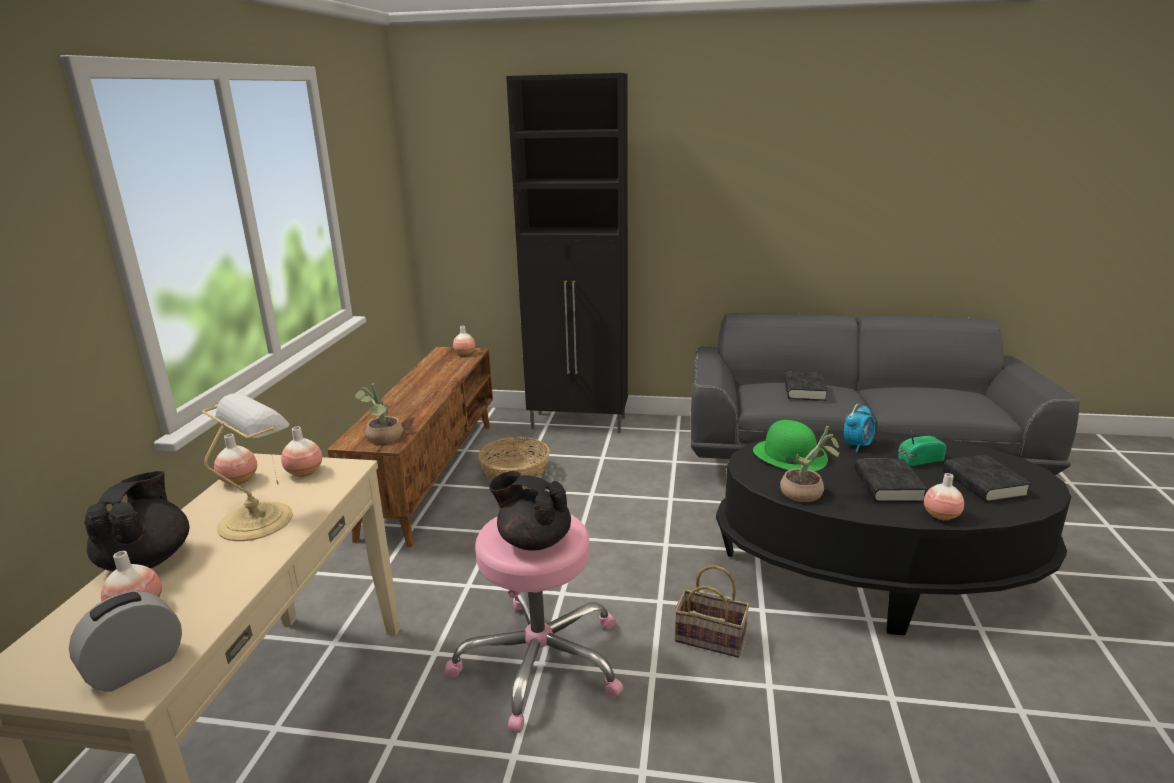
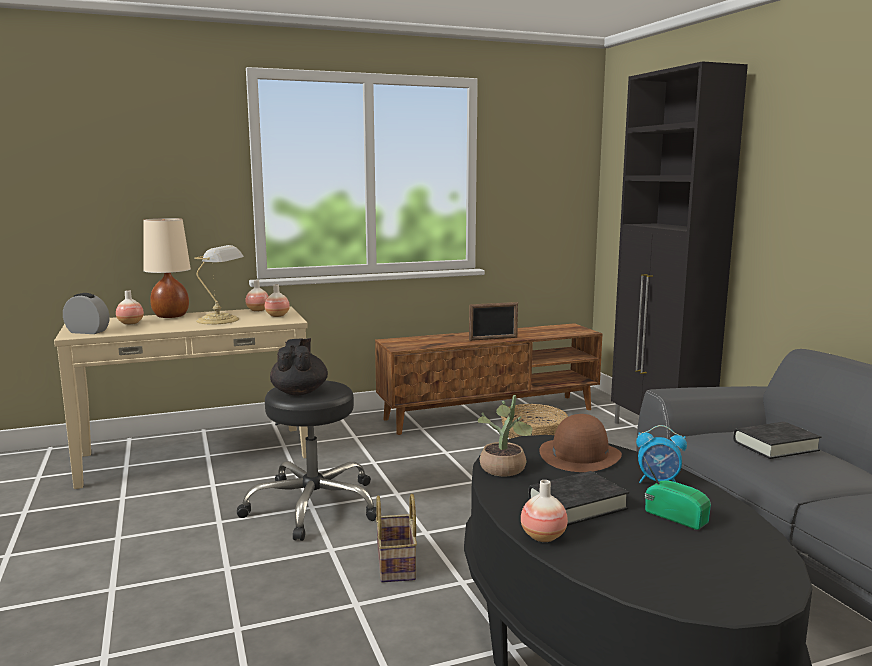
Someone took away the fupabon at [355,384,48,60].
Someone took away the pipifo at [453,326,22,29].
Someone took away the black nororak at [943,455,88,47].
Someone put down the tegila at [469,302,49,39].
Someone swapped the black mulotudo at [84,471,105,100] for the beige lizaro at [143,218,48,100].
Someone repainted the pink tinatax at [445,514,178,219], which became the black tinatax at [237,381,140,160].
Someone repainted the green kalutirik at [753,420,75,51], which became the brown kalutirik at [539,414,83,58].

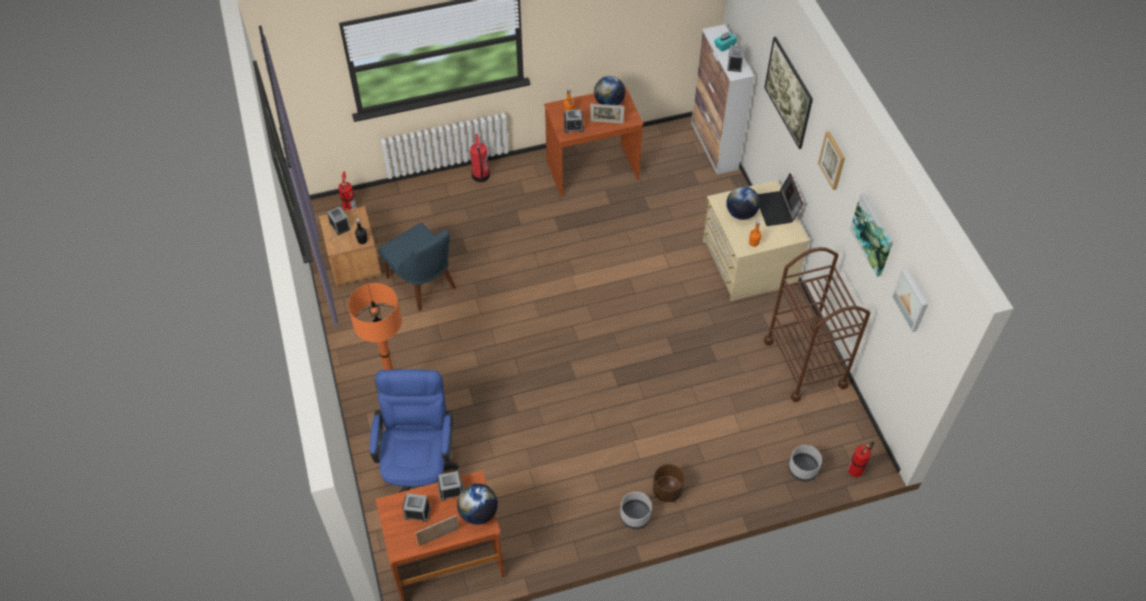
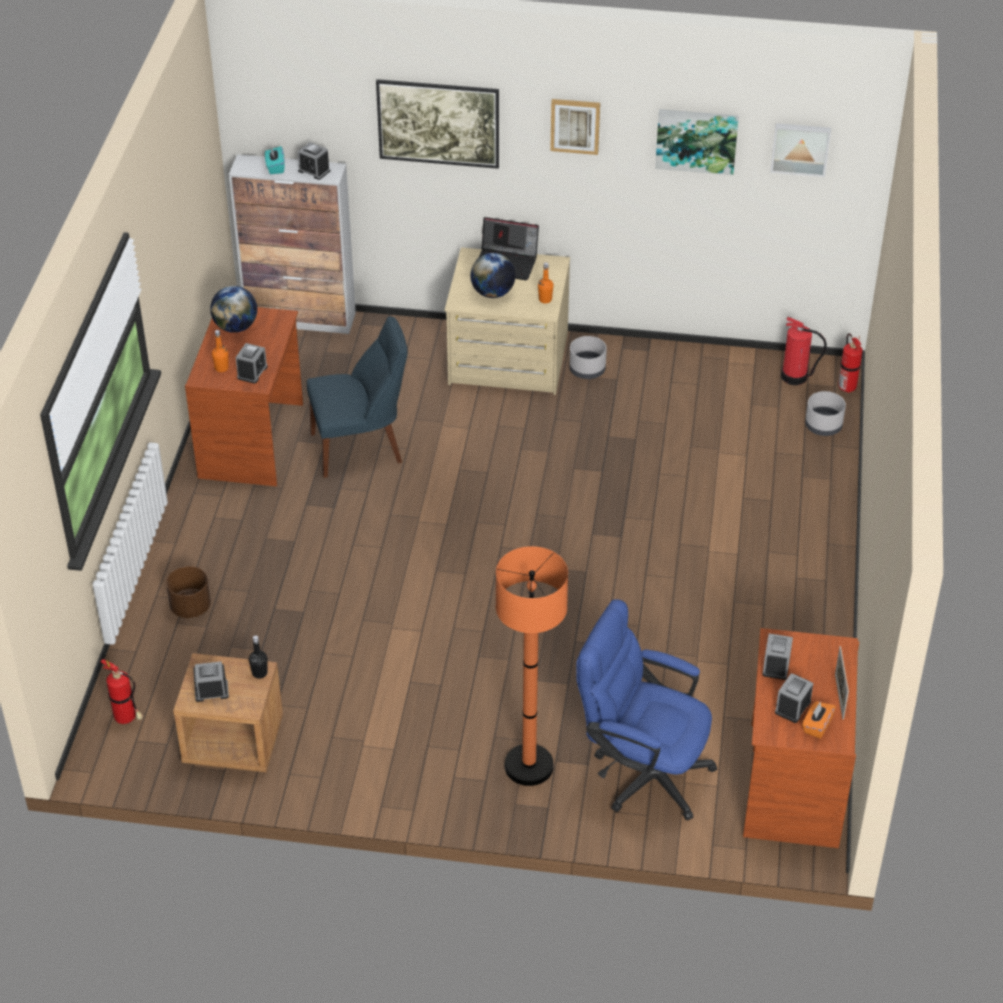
Someone took away the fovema at [457,484,41,41].
Someone took away the tegila at [590,104,34,19].
Someone took away the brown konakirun at [764,247,106,155].
Someone put down the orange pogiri at [802,701,34,38].
Someone carried the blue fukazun from [379,223,77,88] to [307,317,101,161].
Someone carried the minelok from [470,134,20,48] to [781,316,46,69].
Someone carried the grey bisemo from [620,492,32,37] to [569,336,38,43].
Someone carried the brown bisemo from [653,464,32,38] to [166,566,45,52].

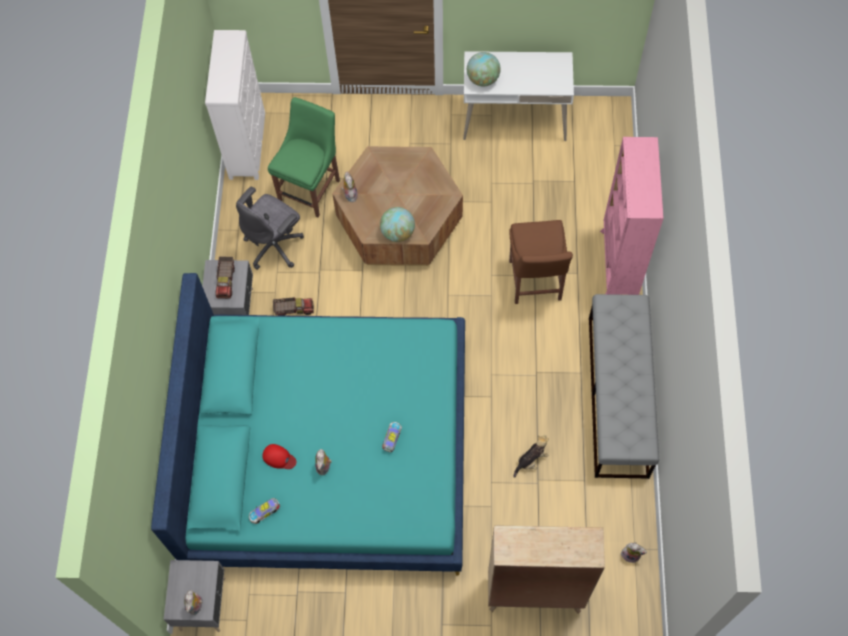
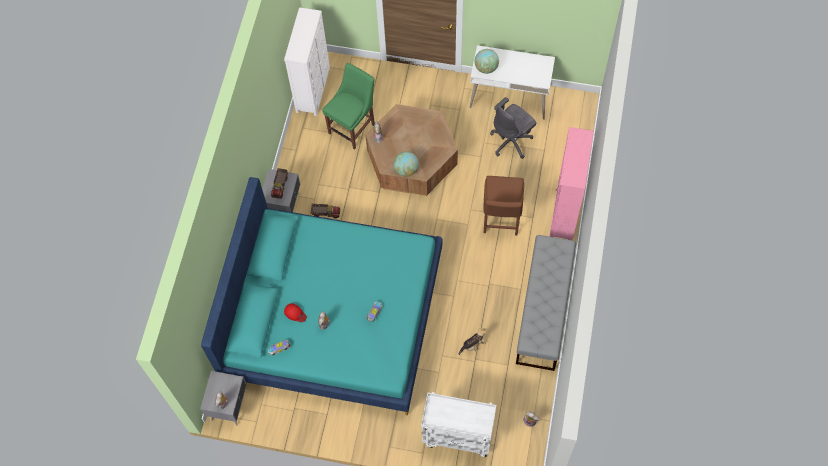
Someone carried the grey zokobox from [236,187,68,83] to [490,97,46,62].
Someone swapped the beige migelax at [488,525,117,89] for the white konakirun at [421,392,75,65].

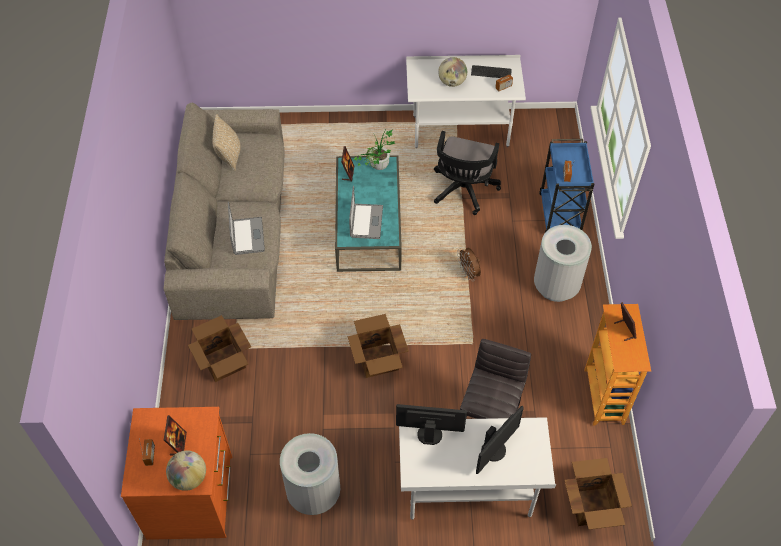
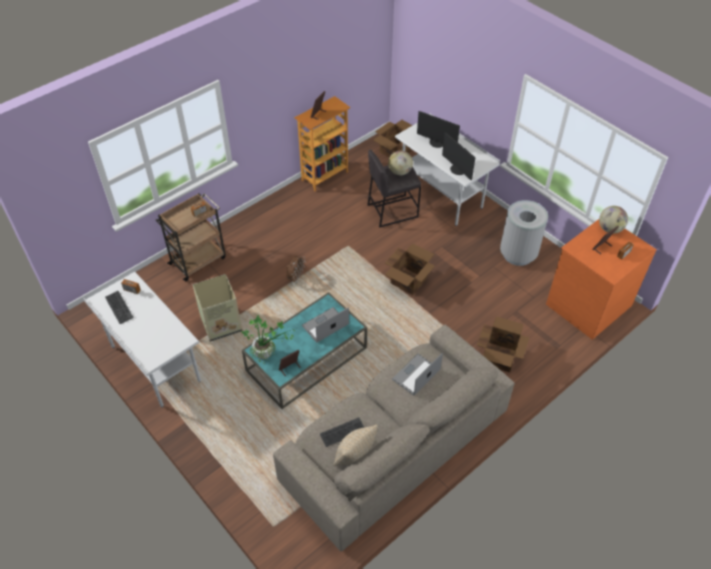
Someone took away the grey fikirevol at [534,225,58,77].
Someone put down the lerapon at [320,418,44,29].
Someone carried the fovema from [438,57,29,30] to [388,151,25,24].
Someone swapped the black zokobox at [434,131,67,84] for the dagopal at [193,274,49,68].
Someone repainted the blue konakirun at [540,139,54,93], which became the brown konakirun at [155,193,71,88].
Someone rotated the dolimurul at [476,406,48,68] by 150 degrees counterclockwise.

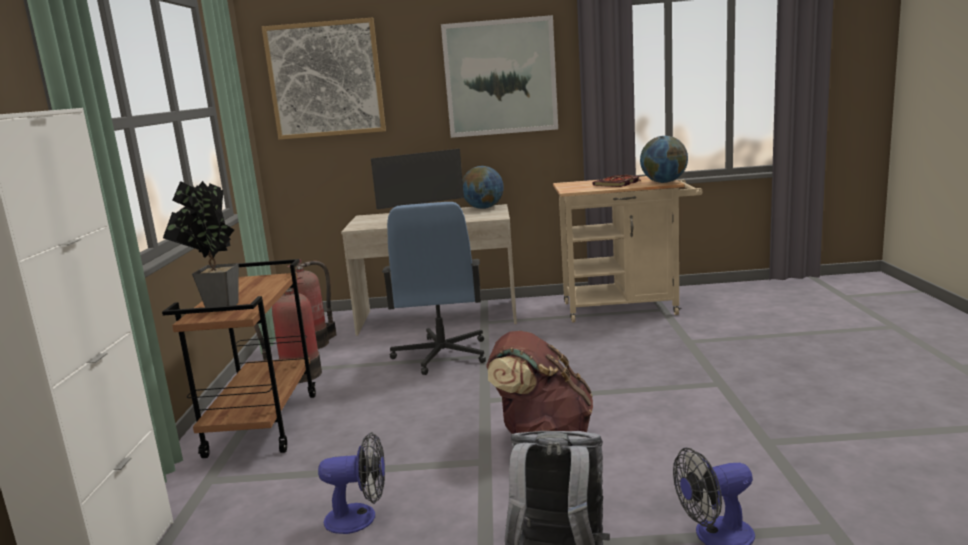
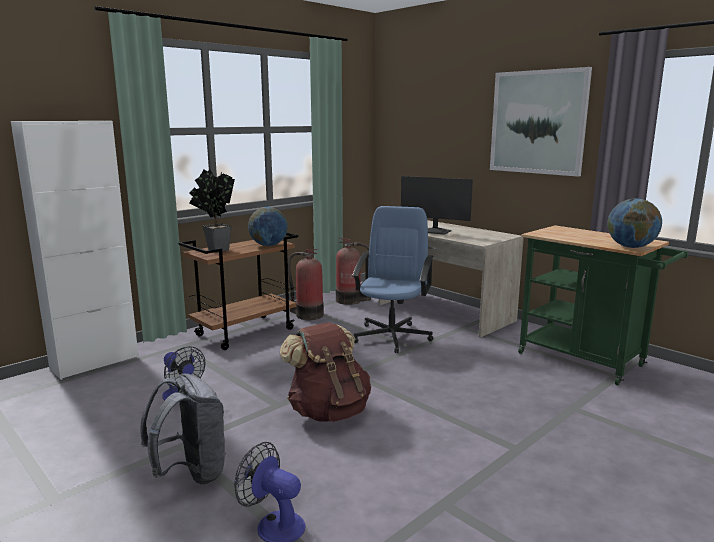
Someone took away the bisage at [262,17,124,123].
Someone took away the nororak at [593,175,48,12].
Someone carried the fovema from [462,166,42,43] to [248,207,40,39].
Someone repainted the beige konakirun at [553,176,150,147], which became the green konakirun at [518,225,170,160].
Someone rotated the blue zokobox at [382,202,104,173] by 150 degrees clockwise.

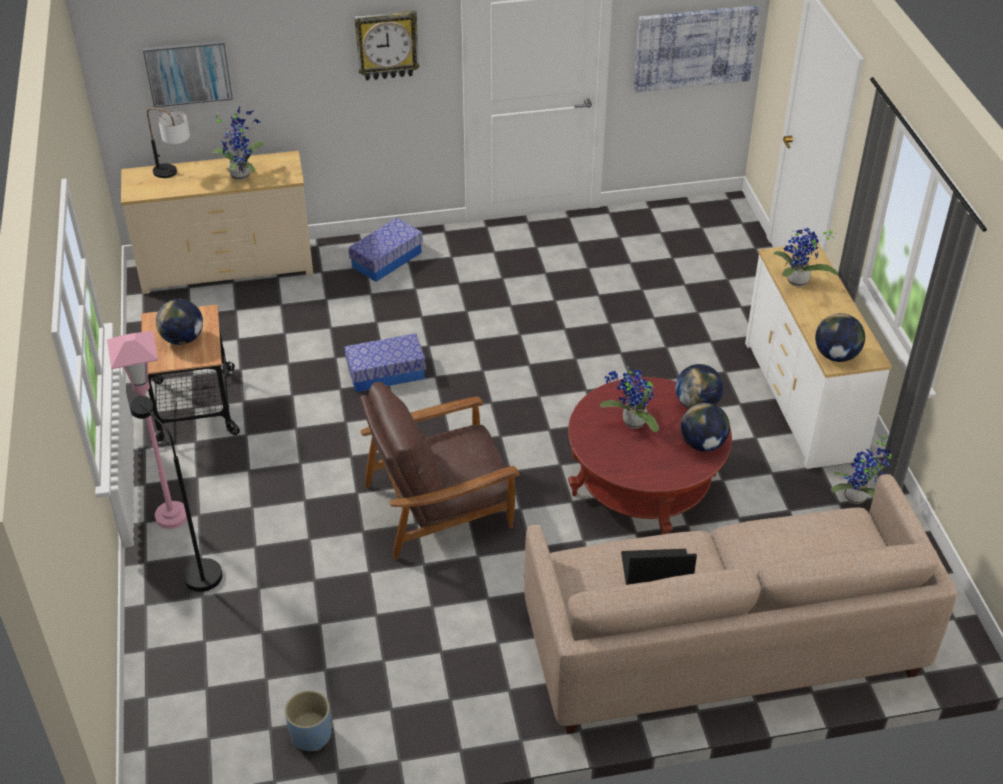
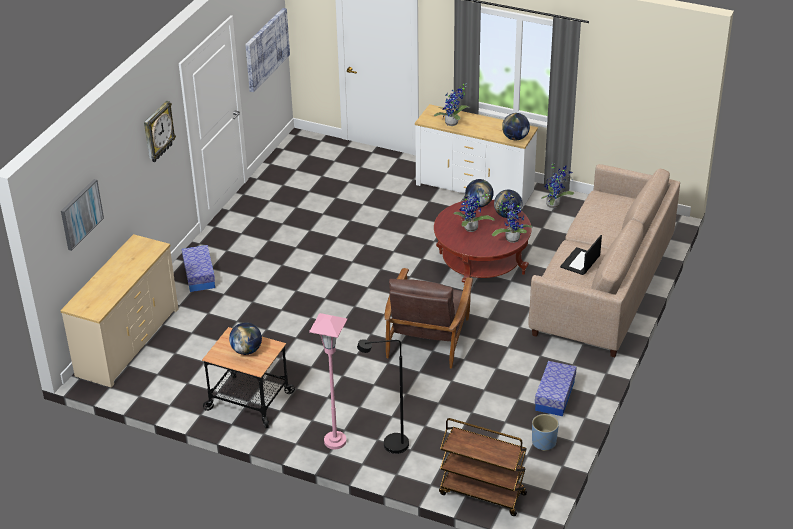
Someone took away the lizaro at [147,108,43,70].
Someone put down the brown konakirun at [439,418,88,98].
Someone carried the fupabon from [211,107,54,73] to [492,193,41,50].
Someone carried the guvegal from [344,333,82,59] to [535,361,42,55].

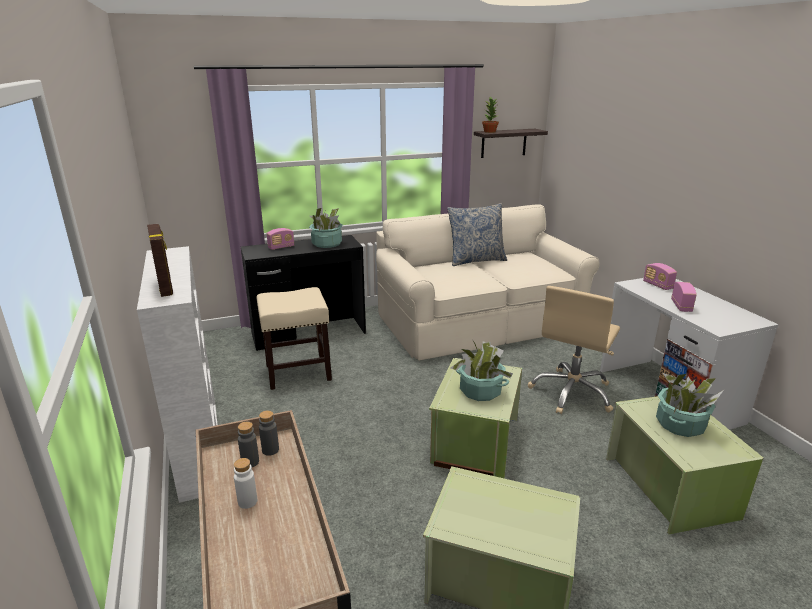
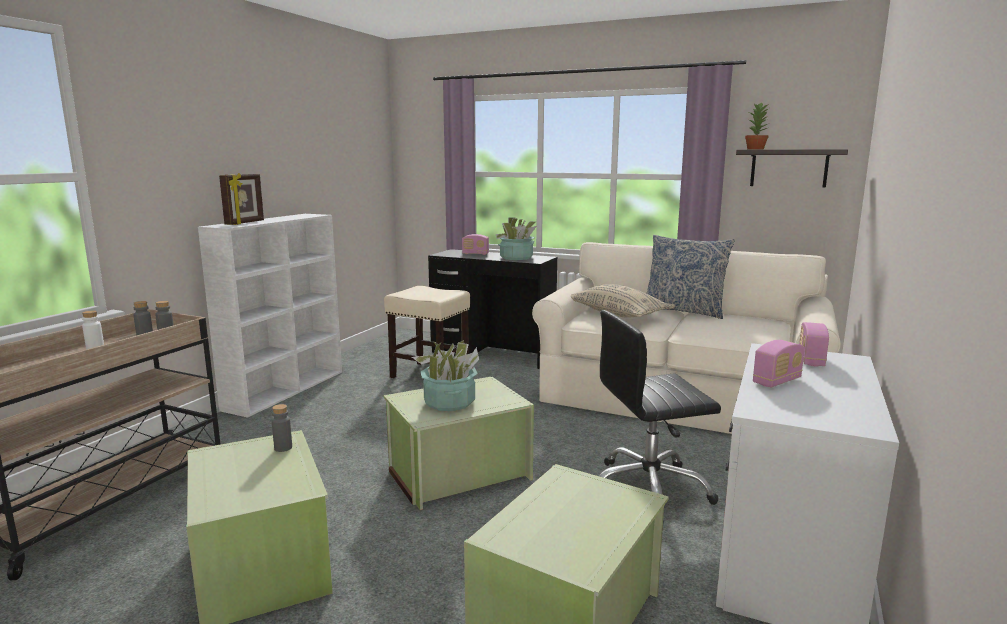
Someone took away the fupabon at [656,373,68,64].
Someone put down the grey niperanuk at [272,404,20,48].
Someone put down the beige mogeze at [571,284,104,34].
Someone repainted the beige zokobox at [528,286,92,128], which became the black zokobox at [599,310,122,195].

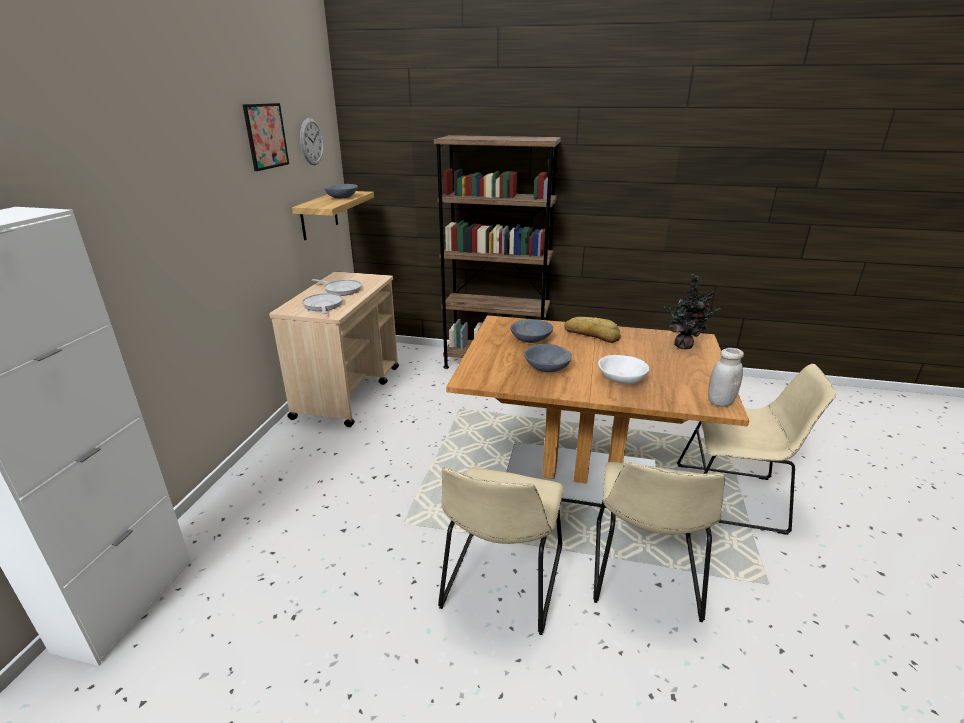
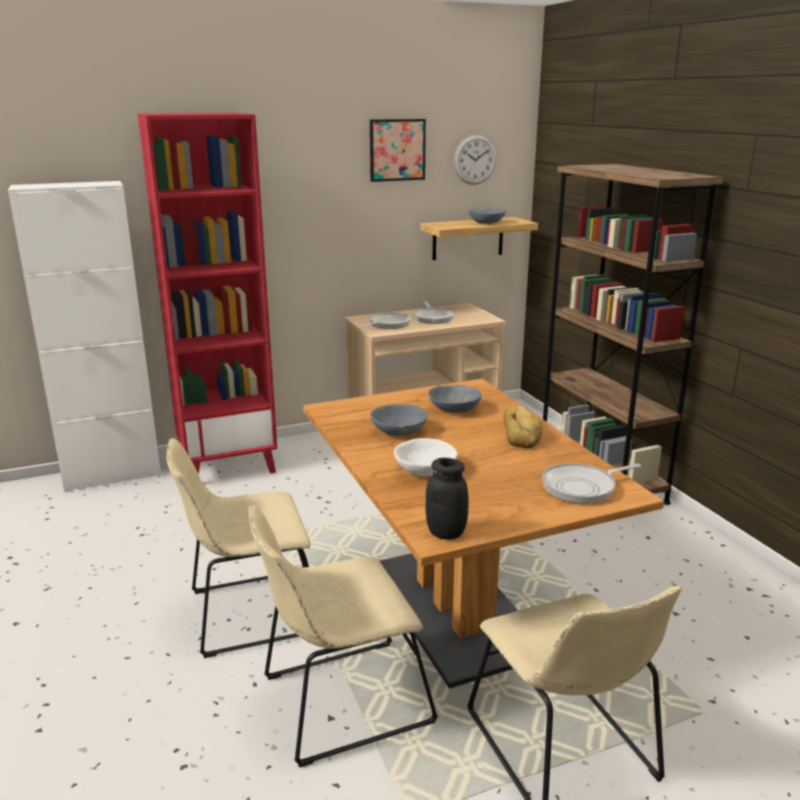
Someone put down the red migelax at [138,113,139,361].
Someone swapped the fupabon at [664,274,56,75] for the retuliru at [542,463,99,41].
Someone repainted the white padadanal at [708,348,36,59], which became the black padadanal at [425,458,44,82].

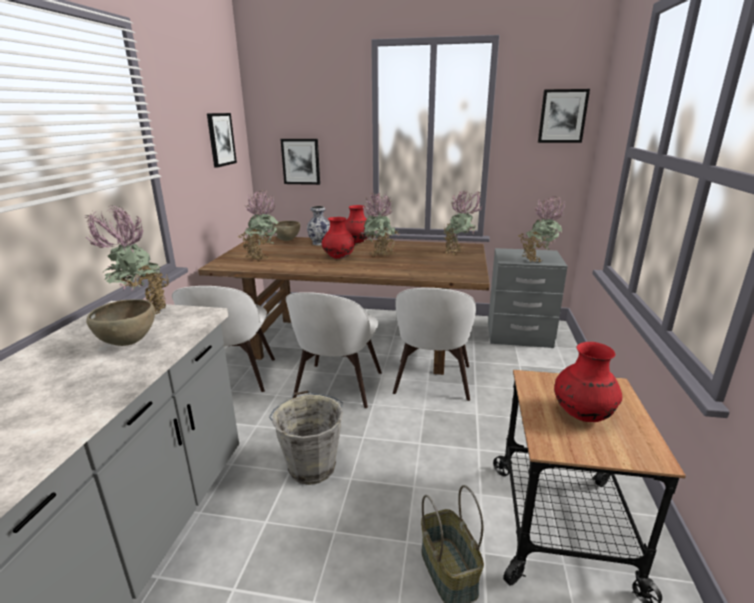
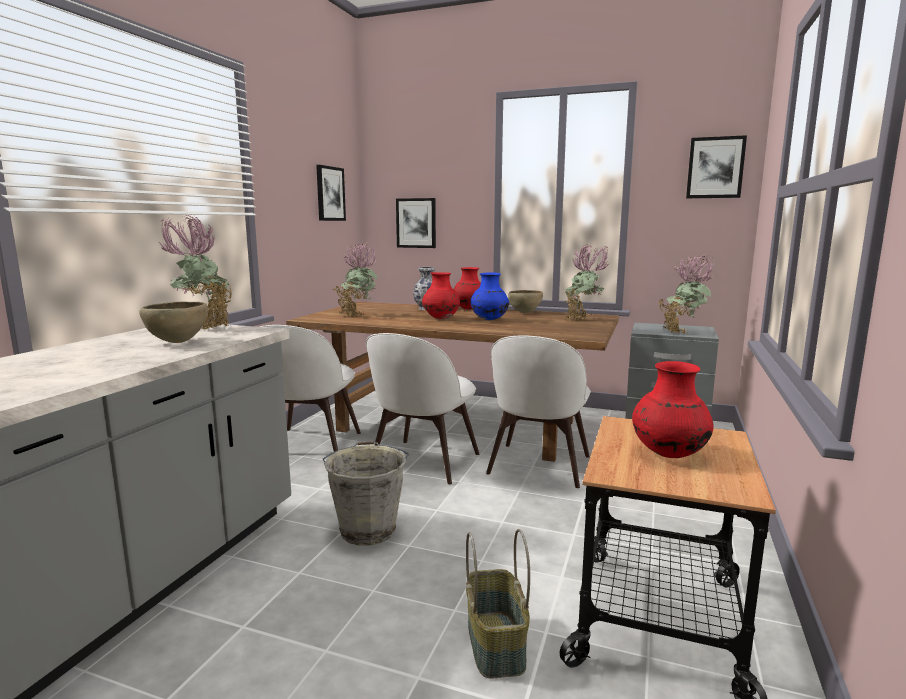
Someone carried the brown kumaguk from [272,221,28,20] to [508,290,35,23].
Someone swapped the fupabon at [361,192,39,65] for the blue pipifo at [471,272,38,48].

